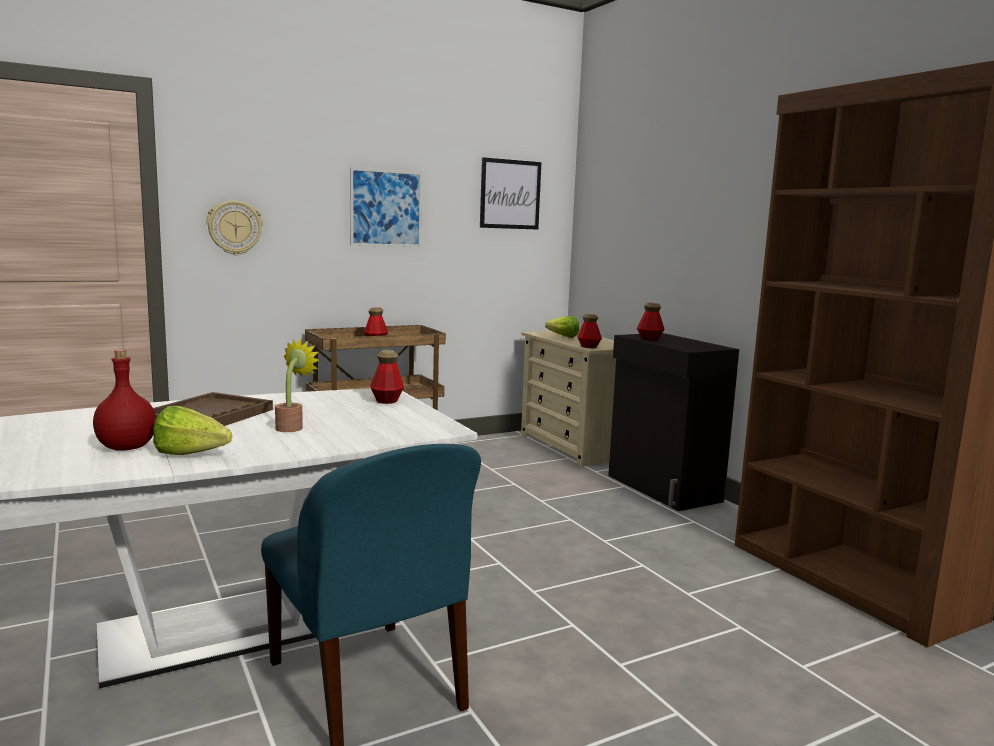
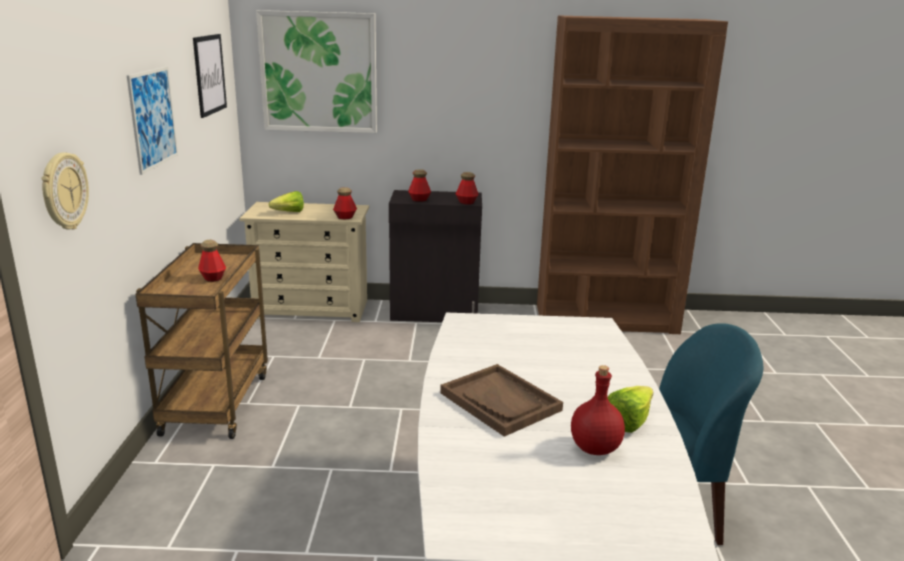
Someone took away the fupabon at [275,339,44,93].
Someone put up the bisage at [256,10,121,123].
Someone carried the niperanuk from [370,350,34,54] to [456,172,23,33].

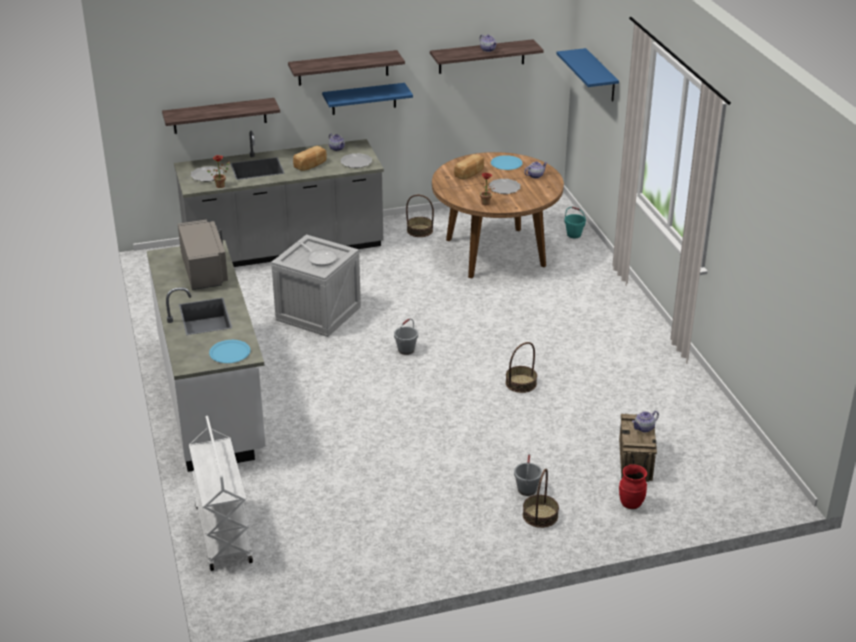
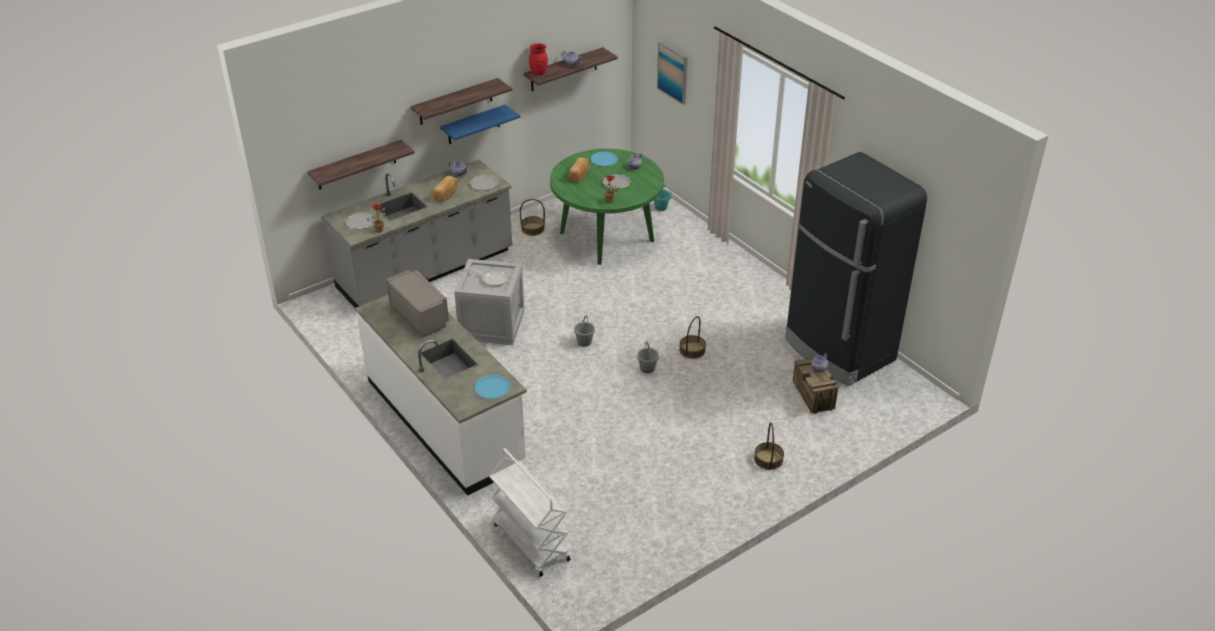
Someone put down the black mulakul at [785,152,142,234].
Someone carried the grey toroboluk from [514,454,28,42] to [637,341,22,32].
Someone carried the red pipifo from [619,464,28,45] to [529,43,19,32].
Someone swapped the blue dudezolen at [556,48,63,54] for the bisage at [657,42,30,63].
Someone repainted the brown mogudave at [432,152,132,126], which became the green mogudave at [550,149,114,116].

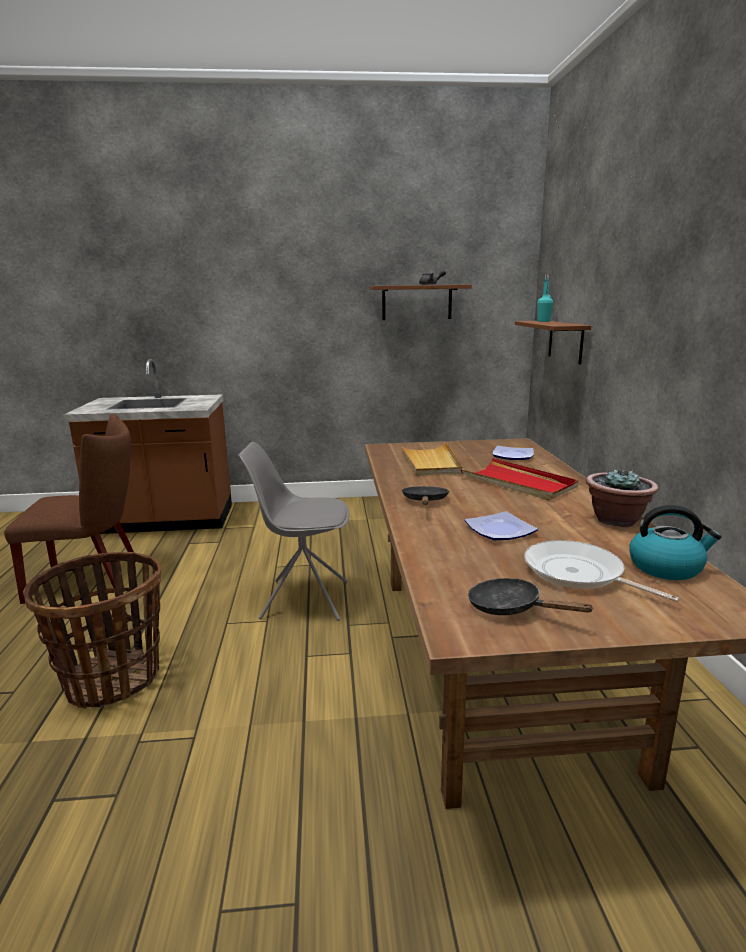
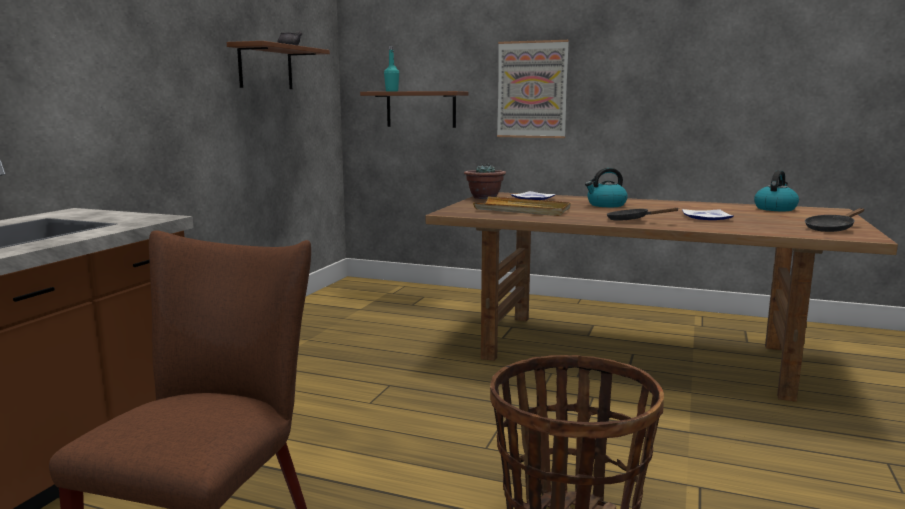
Someone took away the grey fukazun at [238,442,112,179].
Someone took away the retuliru at [524,540,156,62].
Someone put up the bisage at [497,40,72,98].
Someone carried the fupabon from [586,467,73,60] to [464,163,42,36].
Someone swapped the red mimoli at [460,458,119,43] for the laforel at [585,168,43,39].

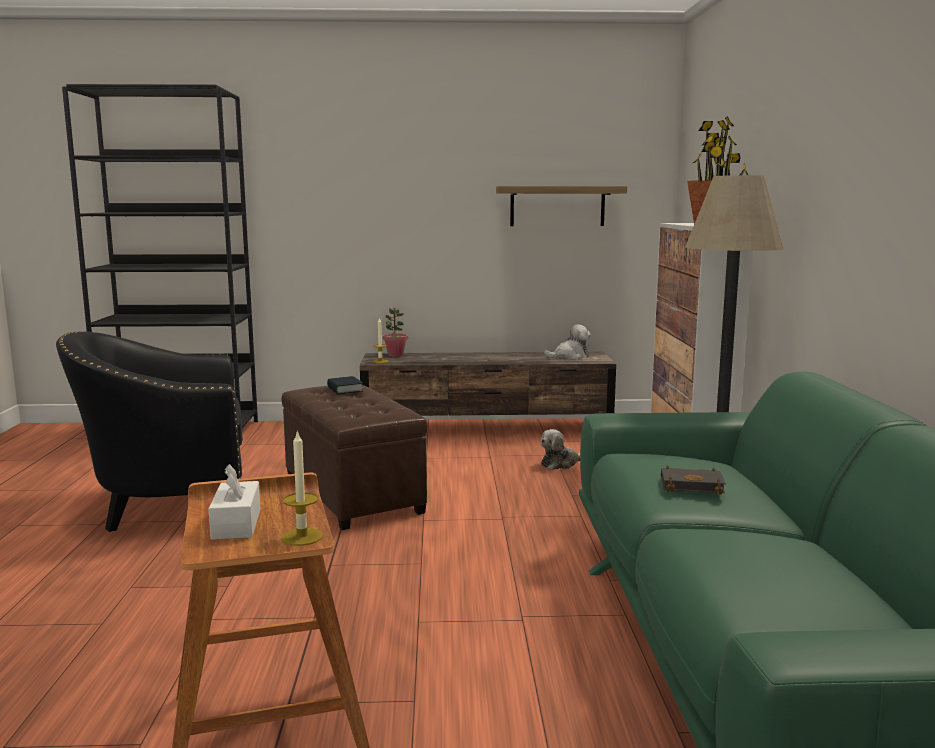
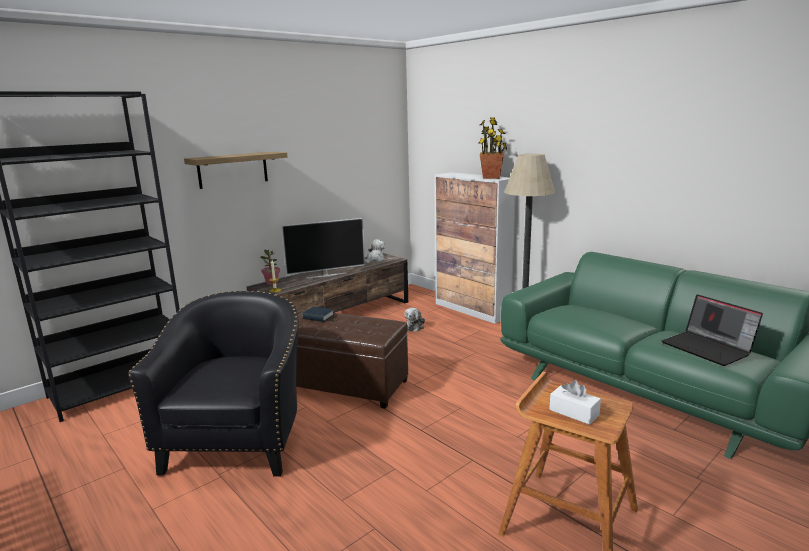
Someone took away the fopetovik at [281,430,42,116].
Someone took away the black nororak at [661,465,65,29].
Someone put down the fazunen at [282,218,83,60].
Someone put down the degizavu at [662,294,101,72].
Someone carried the dudezolen from [496,186,131,40] to [184,152,103,37].
Someone rotated the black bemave at [56,331,186,201] by 150 degrees clockwise.

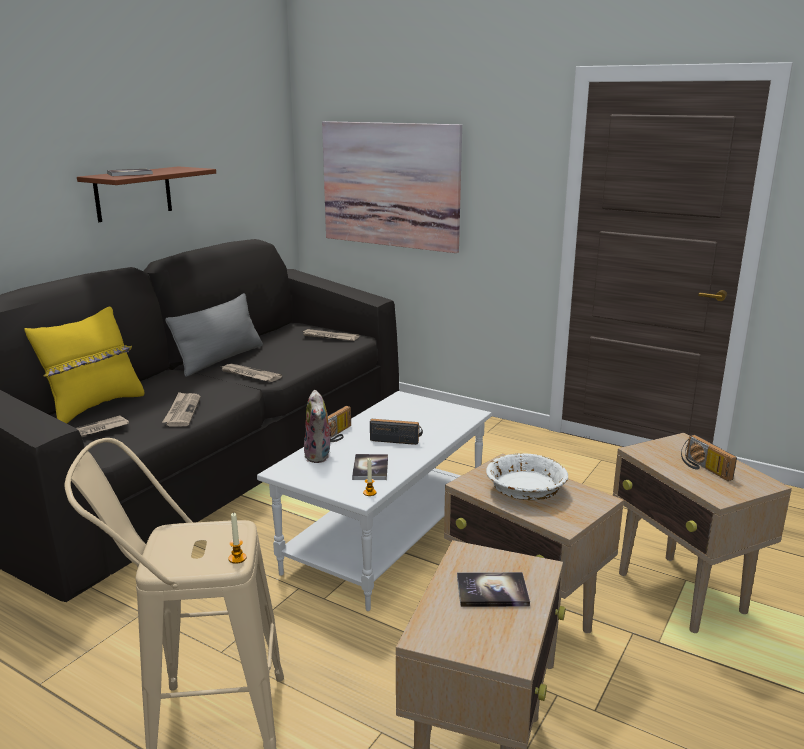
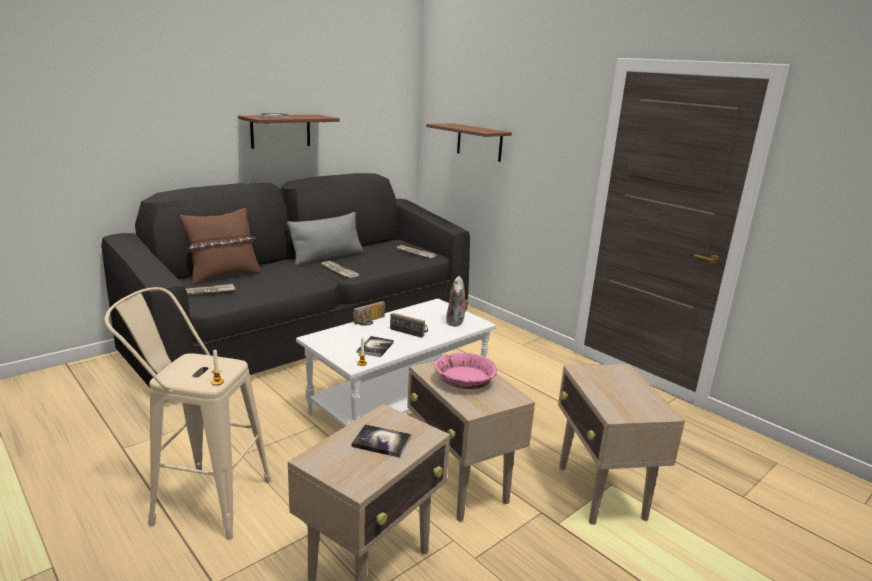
Someone took away the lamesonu at [162,392,39,35].
Someone took away the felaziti at [681,435,56,46].
Someone carried the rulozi from [304,390,30,73] to [446,276,23,51].
Someone swapped the bisage at [322,121,140,132] for the brown dudezolen at [426,123,86,39].
Someone repainted the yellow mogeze at [24,307,120,116], which became the brown mogeze at [180,208,80,77].
Someone repainted the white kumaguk at [486,453,82,47], which became the pink kumaguk at [435,353,62,36].

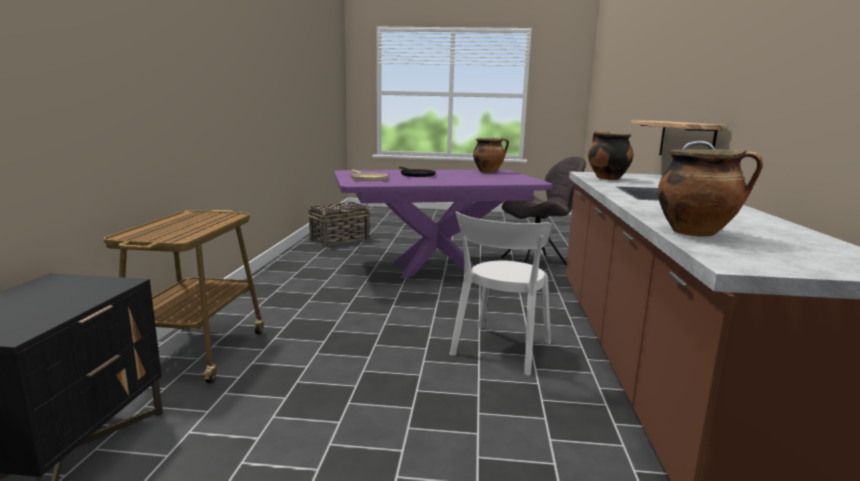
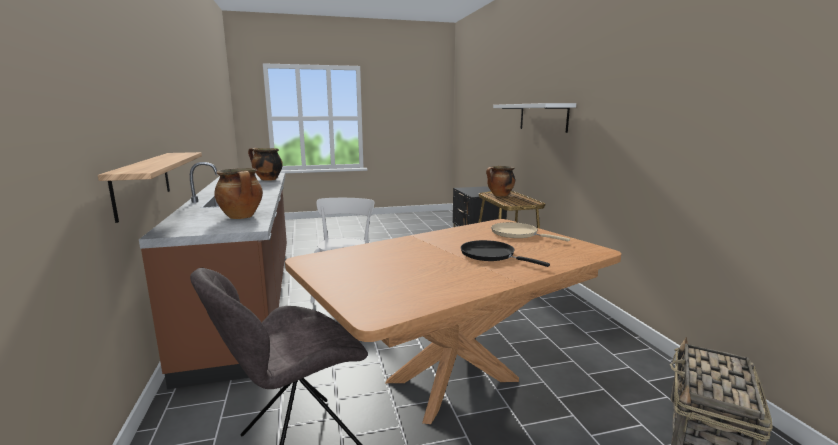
Someone put up the white dudezolen at [493,103,83,30].
Someone carried the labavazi from [473,138,36,35] to [486,166,29,31].
Someone repainted the purple mogudave at [334,170,219,109], which became the brown mogudave at [285,219,336,205].

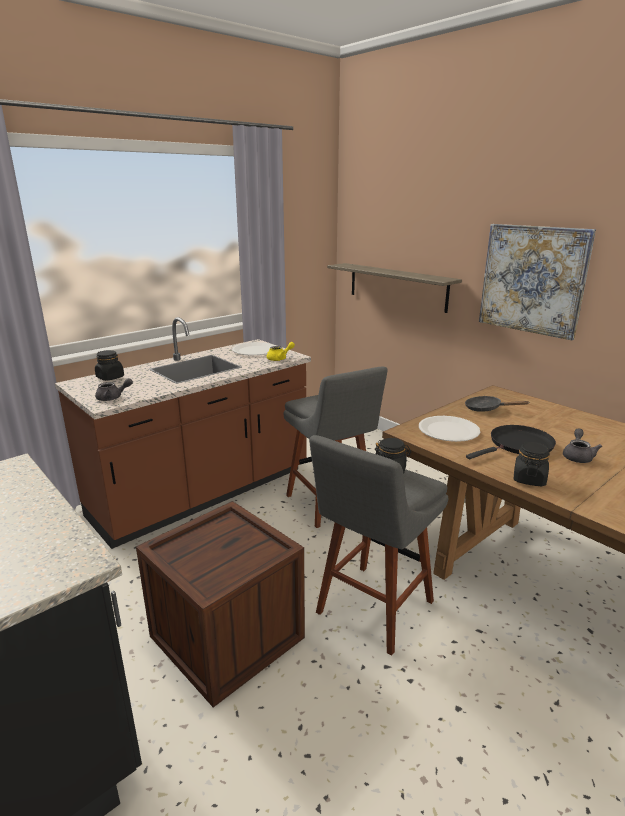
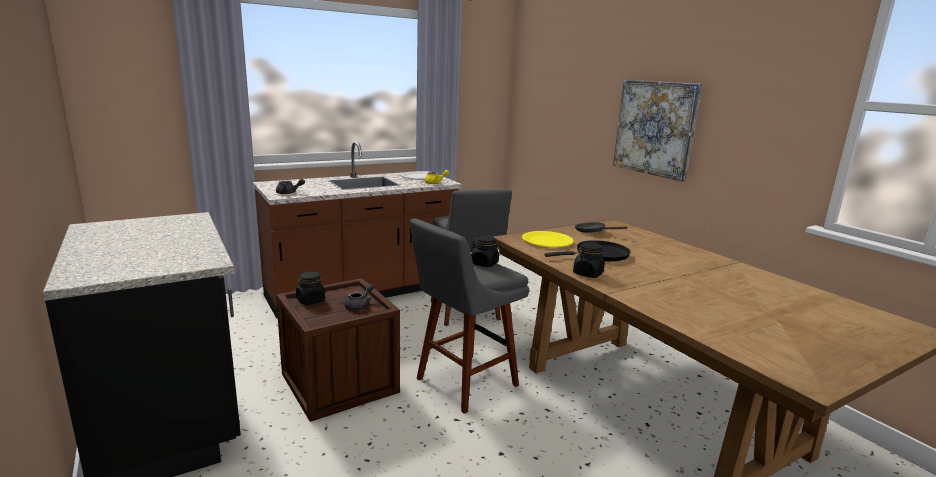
Someone took away the dudezolen at [327,263,135,50].
Someone carried the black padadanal from [95,350,29,31] to [296,271,29,34].
Someone carried the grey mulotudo from [563,428,39,35] to [344,283,30,28].
Someone repainted the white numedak at [419,416,61,26], which became the yellow numedak at [522,231,52,16].

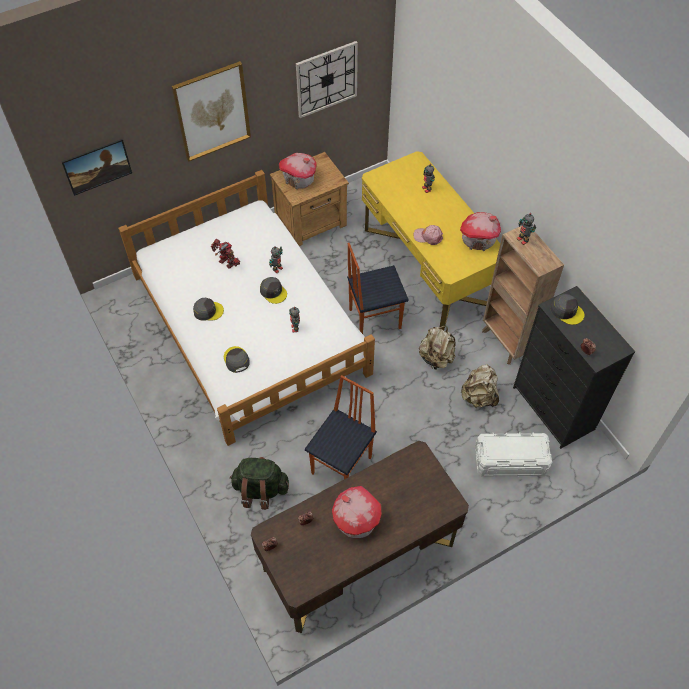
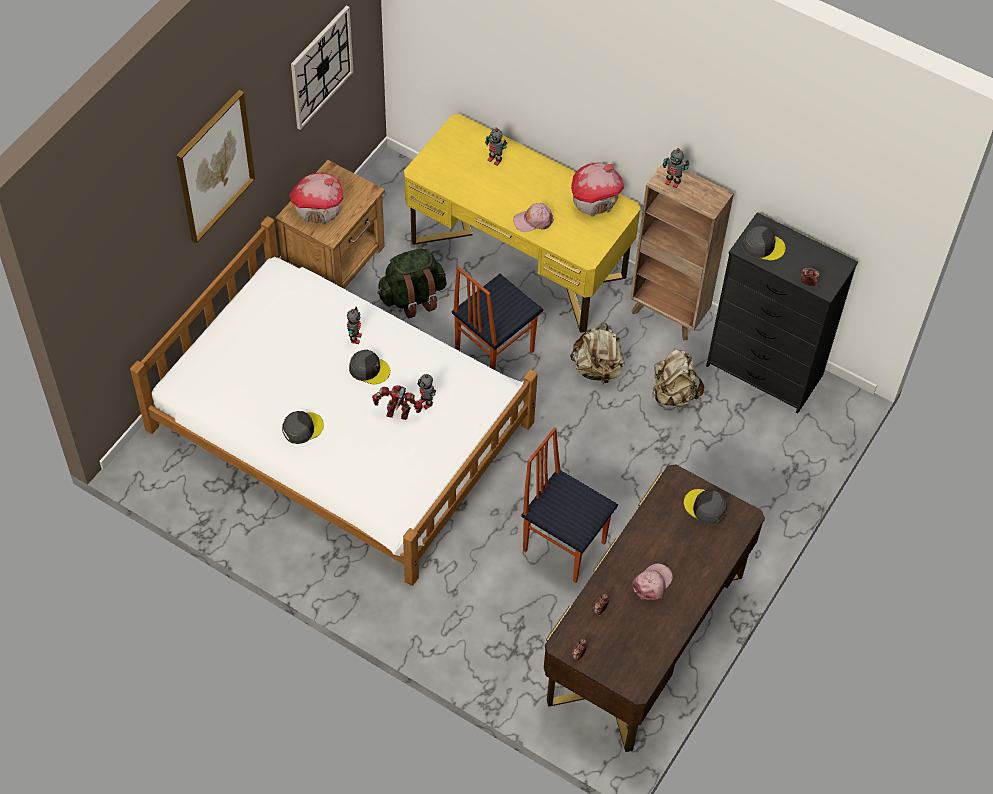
Someone took away the bisage at [62,139,70,57].
Someone took away the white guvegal at [475,432,77,45].
Someone carried the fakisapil from [211,239,29,30] to [372,385,51,35].
Someone carried the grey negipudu from [224,346,26,27] to [684,489,43,36].
Someone carried the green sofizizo from [230,457,59,53] to [377,249,70,69].
Someone swapped the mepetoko at [332,486,50,52] for the pink negipudu at [632,564,41,36].
Someone rotated the fukazun at [305,375,72,104] by 60 degrees counterclockwise.

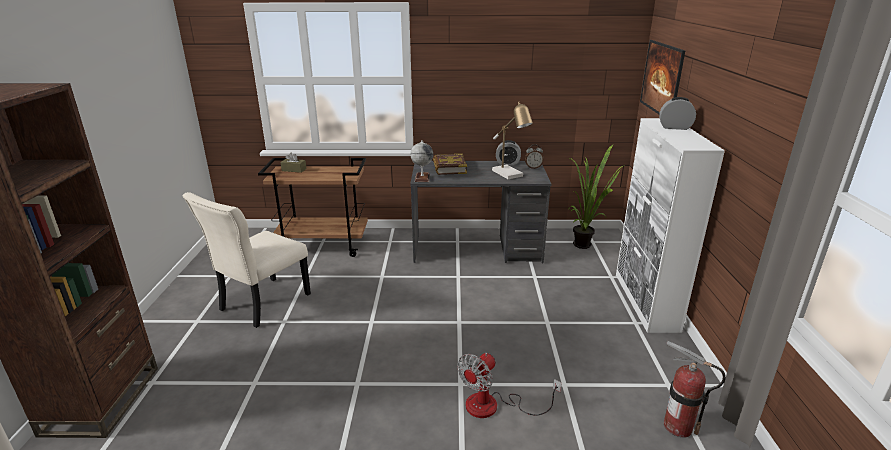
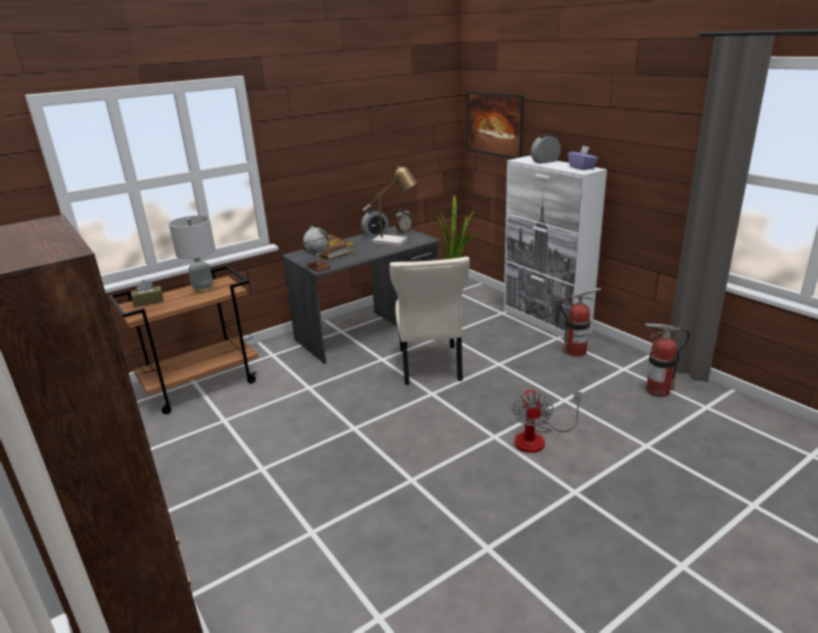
Someone put down the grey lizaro at [169,216,46,77].
Someone put down the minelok at [560,288,41,69].
Someone put down the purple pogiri at [568,146,30,24].
Someone carried the beige fukazun from [183,192,128,136] to [389,257,80,128].

